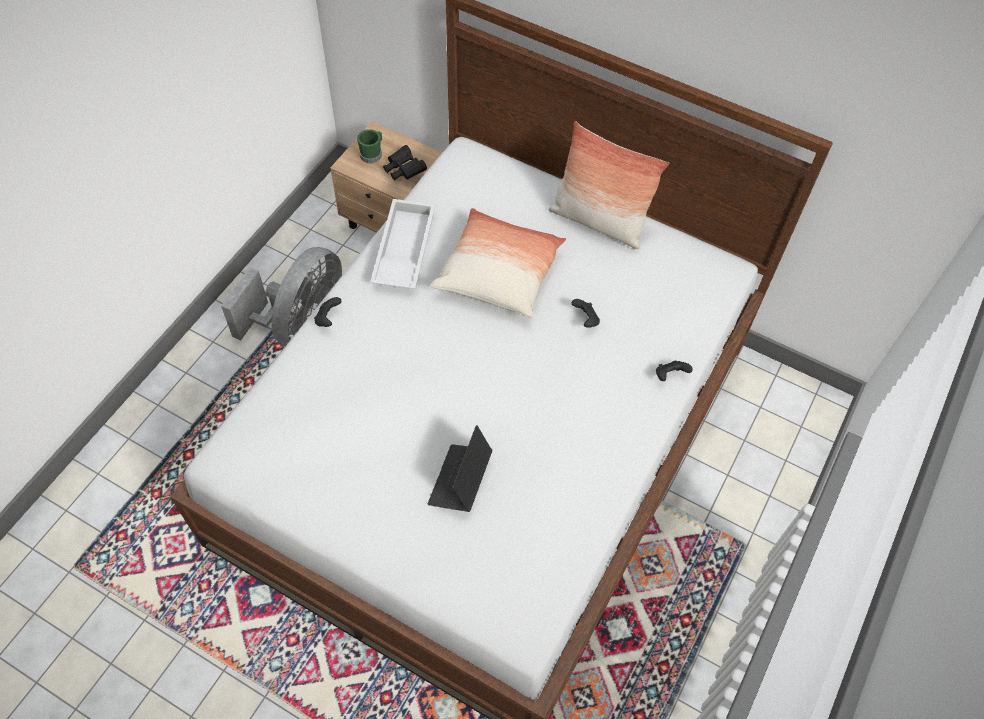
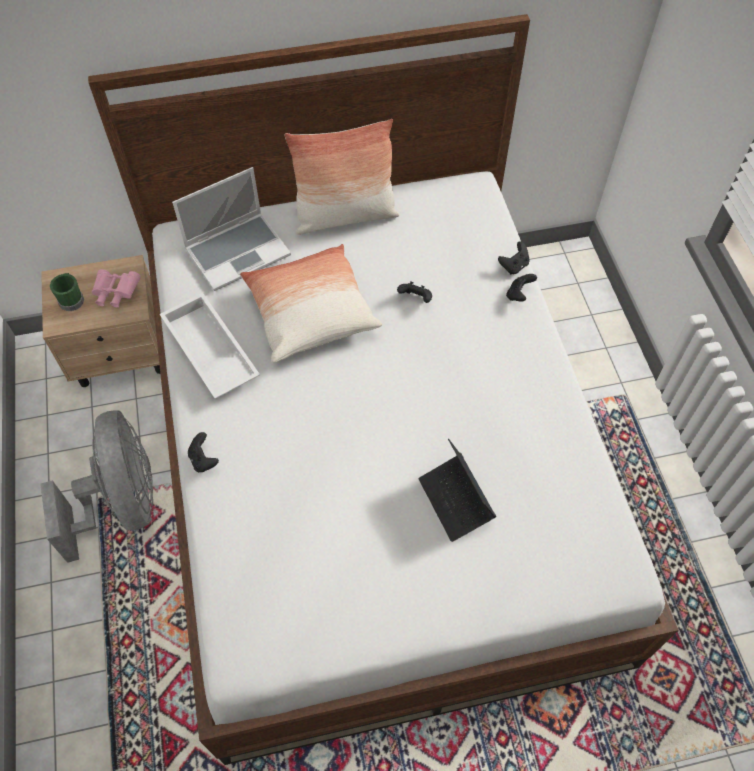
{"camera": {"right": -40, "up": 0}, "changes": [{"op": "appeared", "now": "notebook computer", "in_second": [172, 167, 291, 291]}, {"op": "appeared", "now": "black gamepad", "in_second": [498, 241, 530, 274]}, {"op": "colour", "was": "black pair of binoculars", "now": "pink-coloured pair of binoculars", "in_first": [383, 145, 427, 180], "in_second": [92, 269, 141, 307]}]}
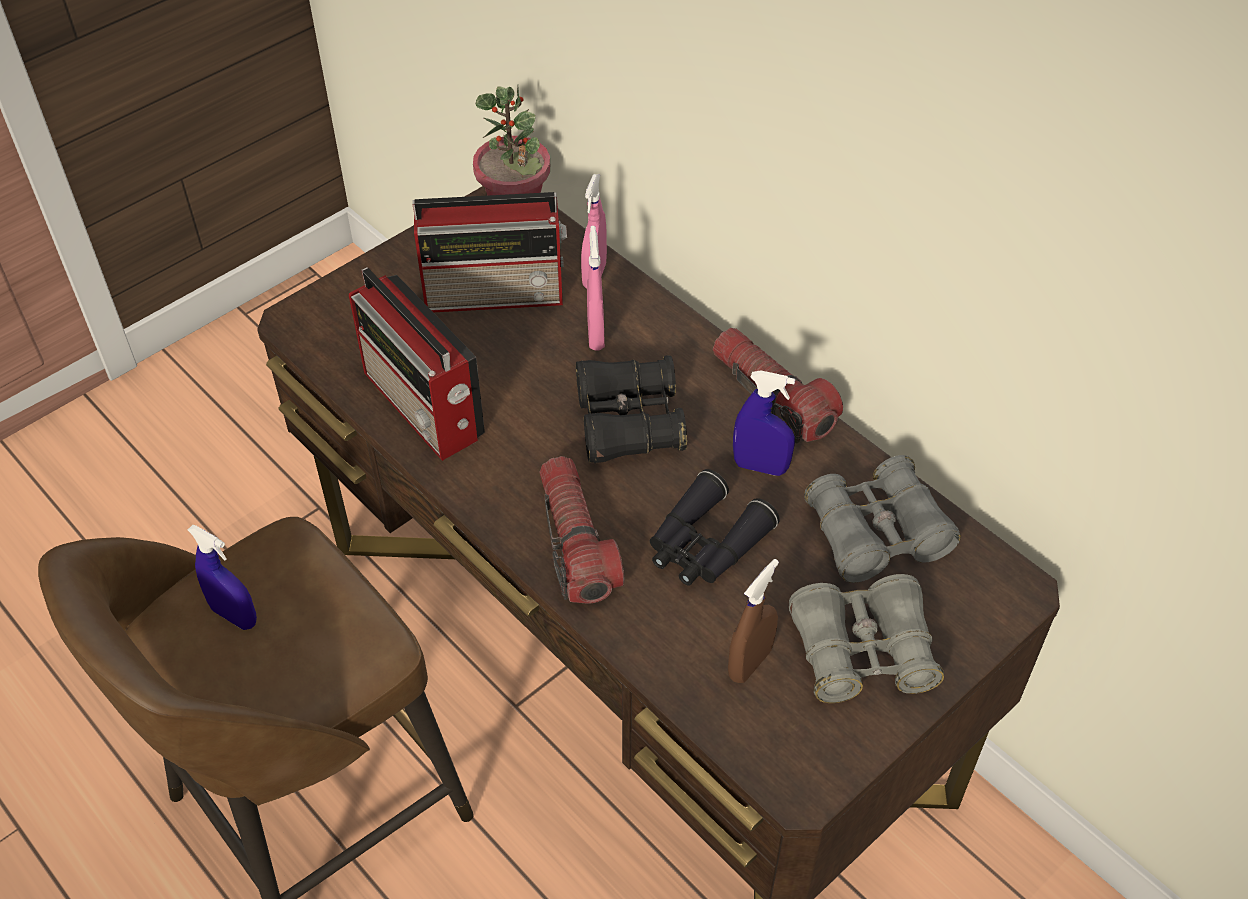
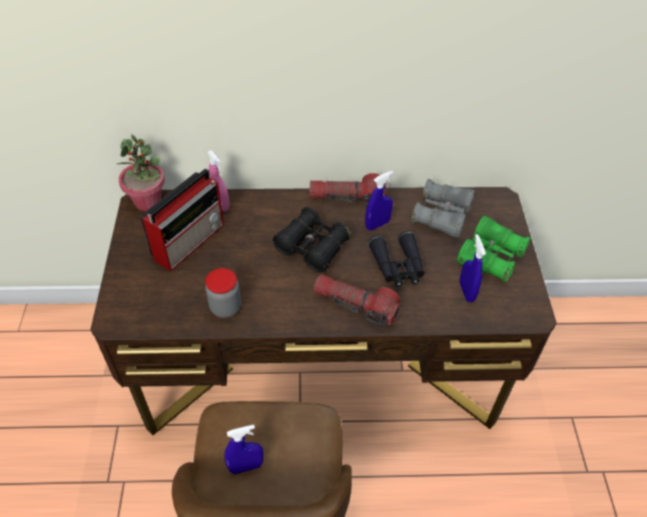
{"camera": {"right": -50, "up": 0}, "changes": [{"op": "missing", "was": "pink-coloured hand sprayer", "in_first": [587, 226, 605, 351]}, {"op": "exchanged", "was": "radio set", "now": "jar", "in_first": [349, 267, 485, 461], "in_second": [205, 268, 241, 318]}, {"op": "colour", "was": "brown-coloured hand sprayer", "now": "bluish hand sprayer", "in_first": [728, 559, 779, 683], "in_second": [459, 234, 486, 302]}, {"op": "colour", "was": "gray pair of binoculars", "now": "green pair of binoculars", "in_first": [789, 574, 944, 703], "in_second": [457, 216, 531, 283]}]}
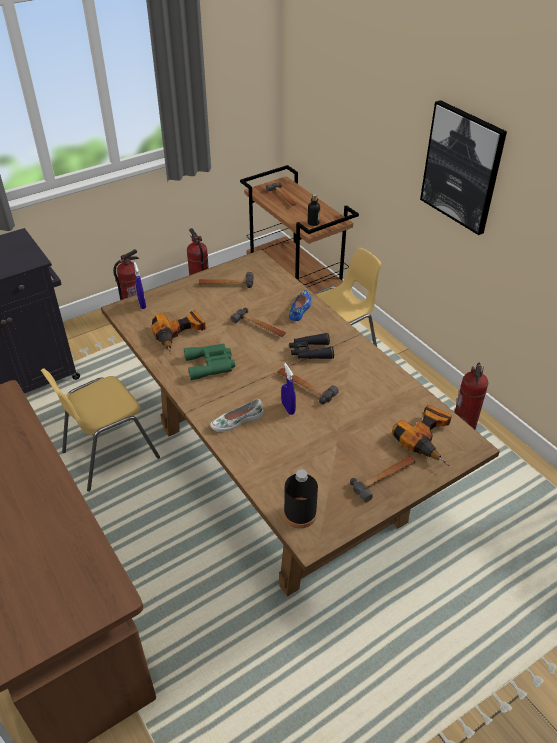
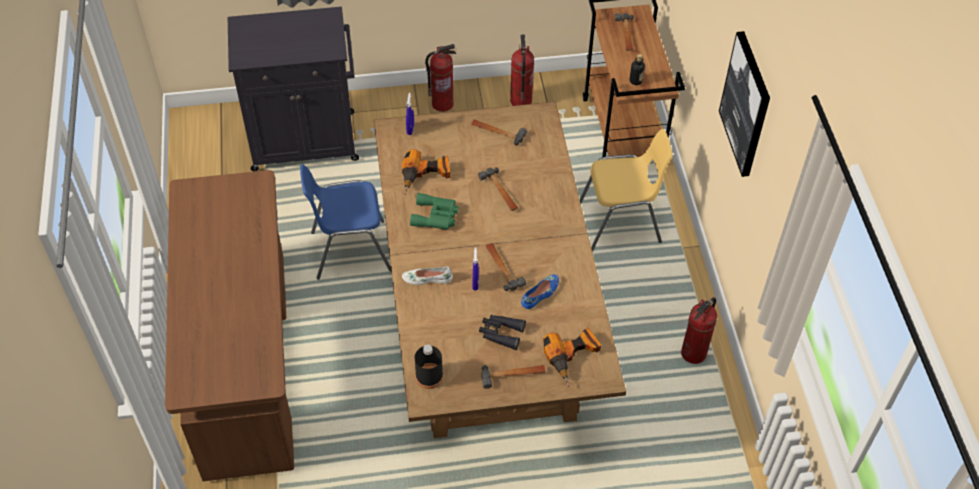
{"camera": {"right": 25, "up": 10}, "changes": [{"op": "relocated", "was": "bluish item of footwear", "in_first": [289, 290, 311, 321], "in_second": [521, 274, 559, 309]}, {"op": "relocated", "was": "black pair of binoculars", "in_first": [289, 333, 334, 359], "in_second": [479, 315, 526, 350]}, {"op": "colour", "was": "yellow-coloured upright chair", "now": "bluish upright chair", "in_first": [41, 368, 160, 492], "in_second": [300, 164, 391, 280]}]}
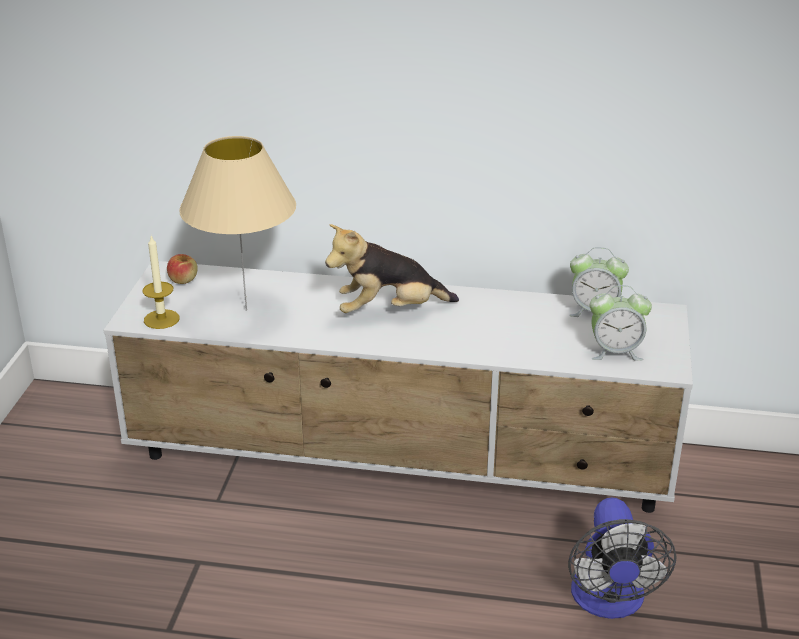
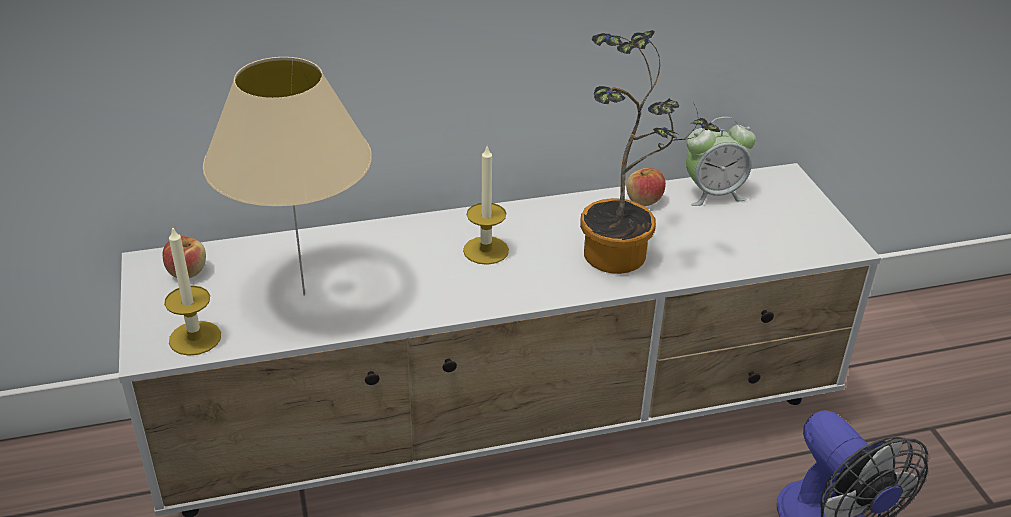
{"camera": {"right": -25, "up": 5}, "changes": [{"op": "missing", "was": "alarm clock", "in_first": [590, 285, 652, 361]}, {"op": "appeared", "now": "plant in a pot", "in_second": [580, 30, 720, 274]}, {"op": "appeared", "now": "apple", "in_second": [626, 168, 666, 206]}, {"op": "exchanged", "was": "plush toy", "now": "wax light", "in_first": [325, 224, 459, 313], "in_second": [463, 144, 509, 265]}]}
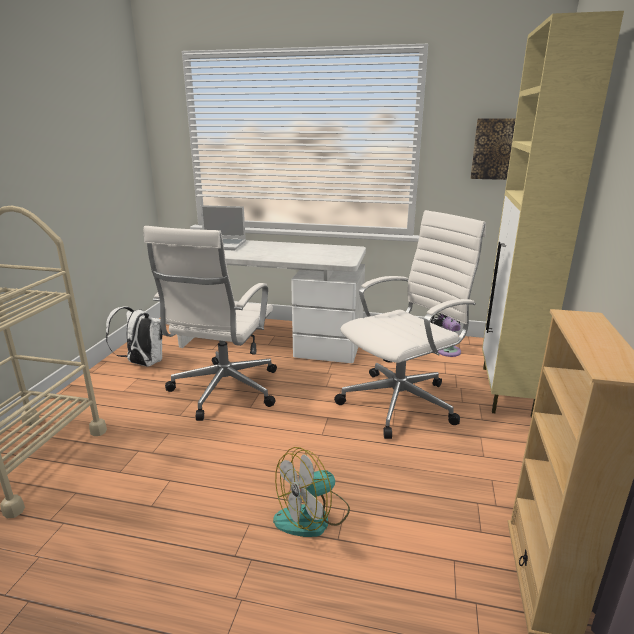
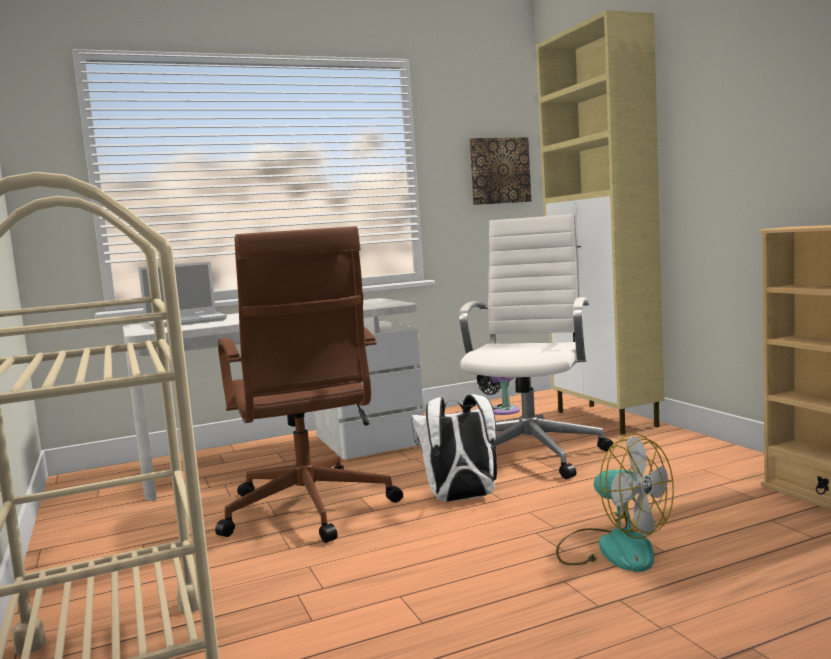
{"camera": {"right": -35, "up": -15}, "changes": [{"op": "relocated", "was": "white-coloured backpack", "in_first": [106, 306, 165, 367], "in_second": [411, 394, 497, 502]}, {"op": "colour", "was": "white-coloured computer chair", "now": "brown-coloured computer chair", "in_first": [143, 226, 277, 421], "in_second": [215, 226, 403, 543]}, {"op": "spun", "was": "electric fan", "in_first": [273, 447, 350, 537], "in_second": [556, 433, 674, 572], "clockwise": -60}]}
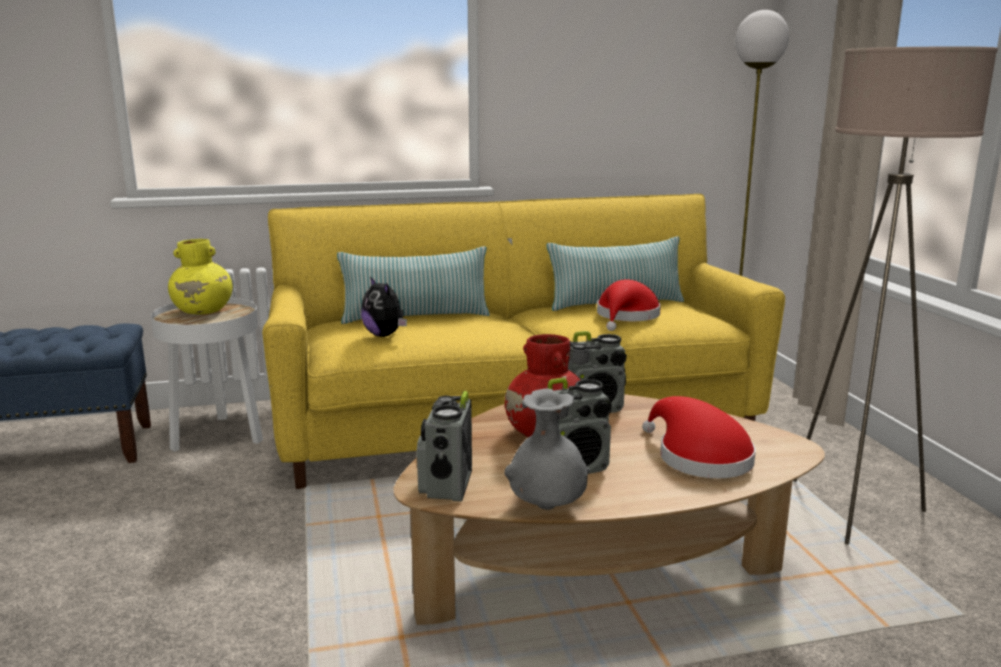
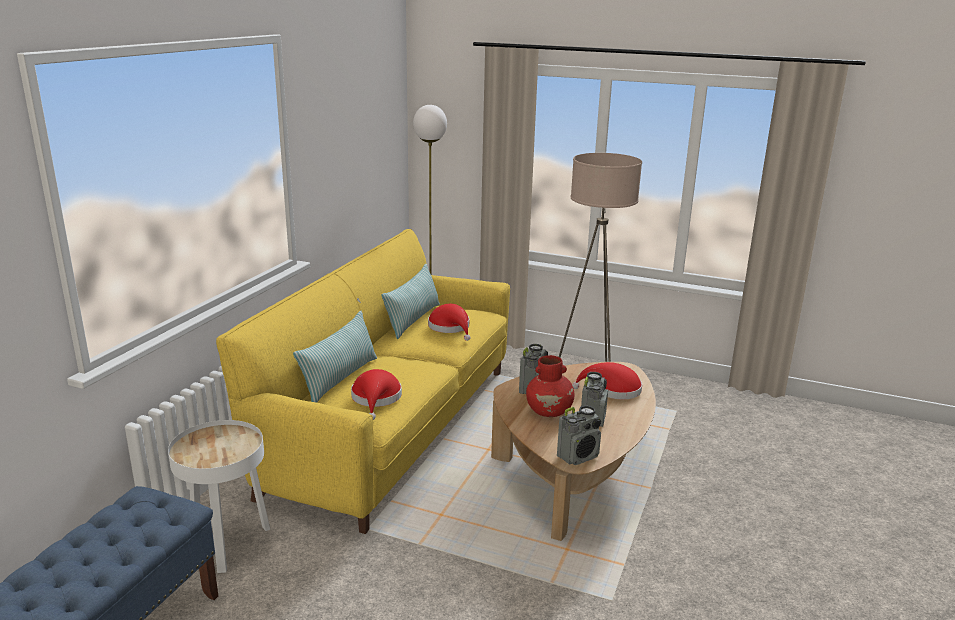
{"camera": {"right": -55, "up": 5}, "changes": [{"op": "missing", "was": "yellow-coloured vase", "in_first": [168, 239, 233, 314]}, {"op": "missing", "was": "gray vase", "in_first": [504, 388, 590, 510]}, {"op": "exchanged", "was": "plush toy", "now": "red-coloured wearable hat", "in_first": [361, 276, 407, 337], "in_second": [351, 369, 402, 420]}, {"op": "spun", "was": "radio set", "in_first": [417, 391, 472, 501], "in_second": [557, 406, 601, 465], "clockwise": -75}]}
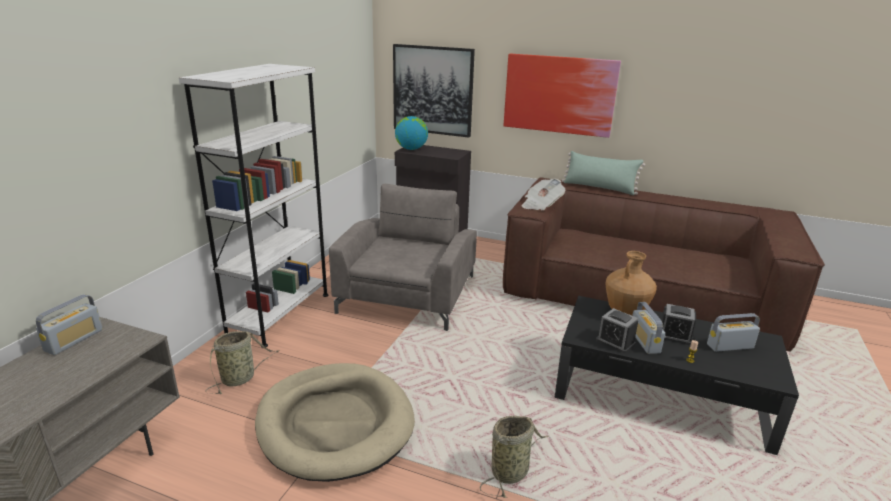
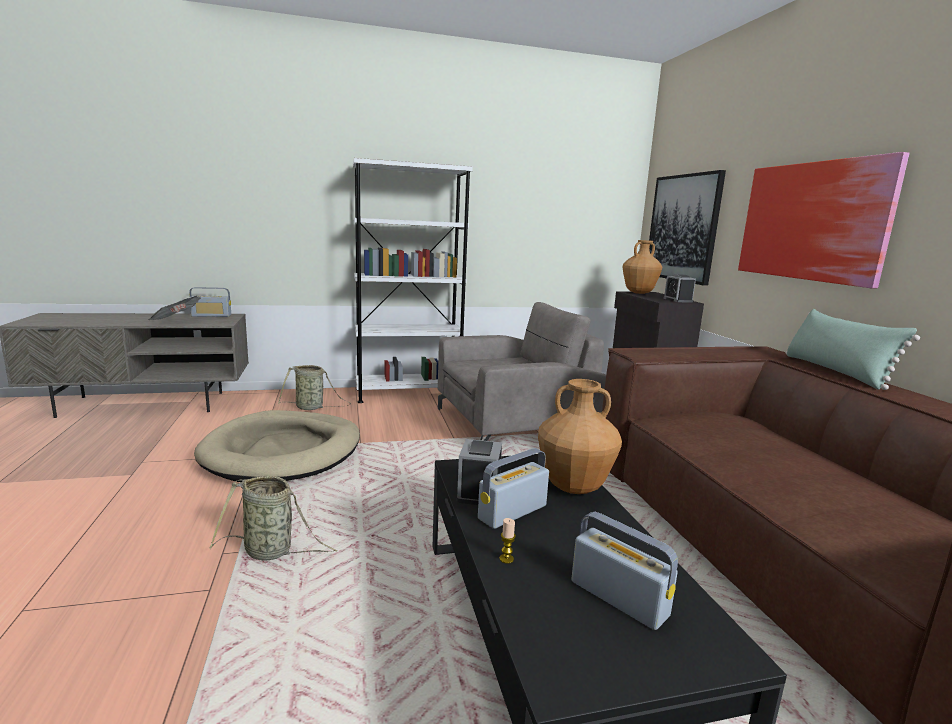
{"camera": {"right": 55, "up": -10}, "changes": [{"op": "relocated", "was": "daily paper", "in_first": [521, 179, 565, 210], "in_second": [148, 296, 201, 320]}, {"op": "relocated", "was": "alarm clock", "in_first": [662, 304, 696, 345], "in_second": [663, 274, 696, 302]}, {"op": "exchanged", "was": "world globe", "now": "brown-coloured vase", "in_first": [395, 116, 428, 150], "in_second": [623, 240, 662, 294]}]}
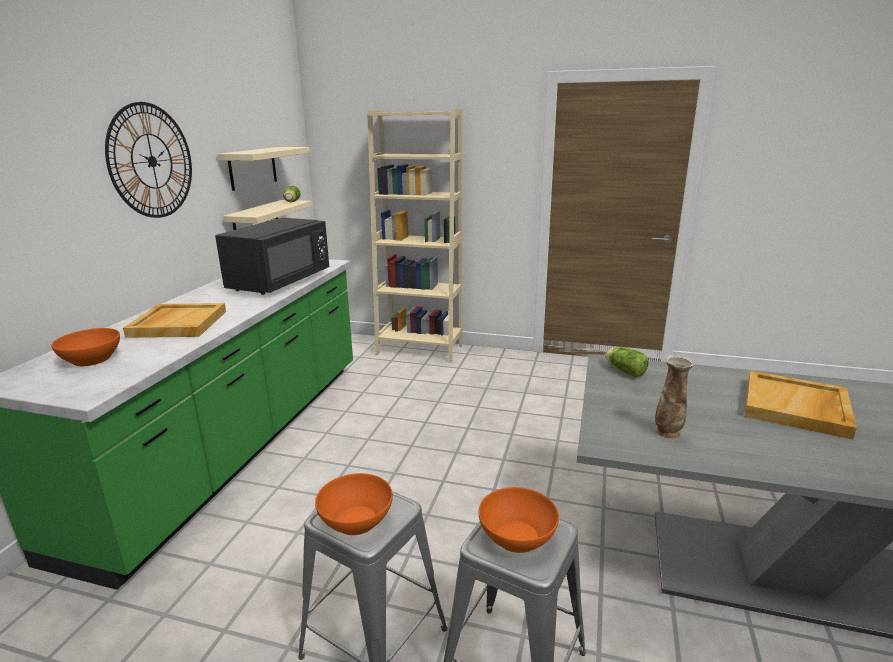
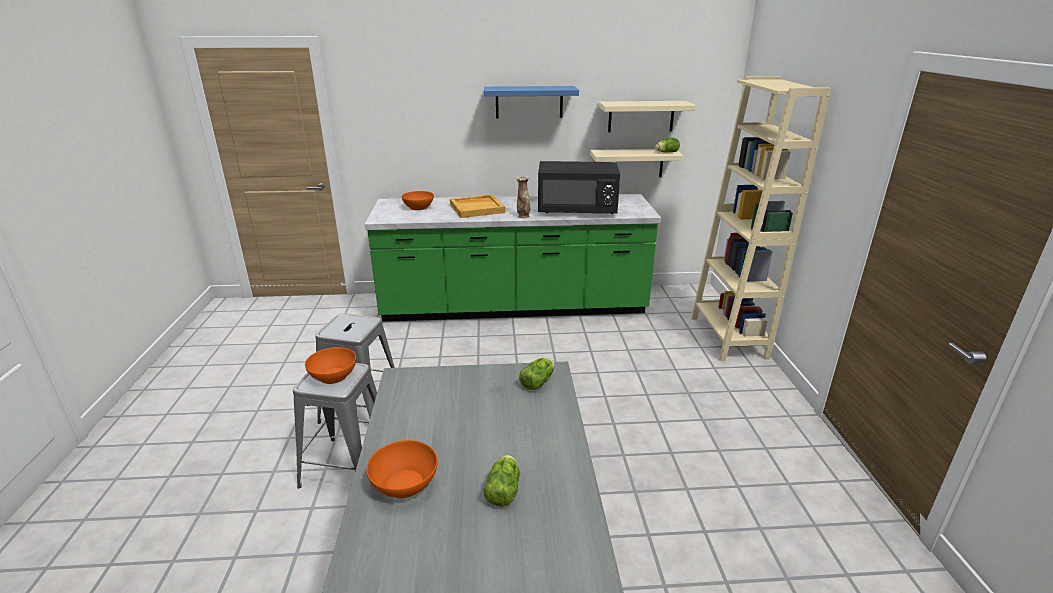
{"camera": {"right": 70, "up": 5}, "changes": [{"op": "relocated", "was": "orange bowl", "in_first": [315, 473, 393, 535], "in_second": [366, 440, 438, 498]}, {"op": "relocated", "was": "vase", "in_first": [655, 355, 694, 439], "in_second": [516, 176, 530, 218]}, {"op": "exchanged", "was": "wall clock", "now": "bluish wall shelf", "in_first": [105, 102, 192, 218], "in_second": [484, 86, 579, 118]}, {"op": "exchanged", "was": "beige carrying tray", "now": "head of lettuce", "in_first": [745, 371, 857, 440], "in_second": [483, 455, 519, 507]}]}
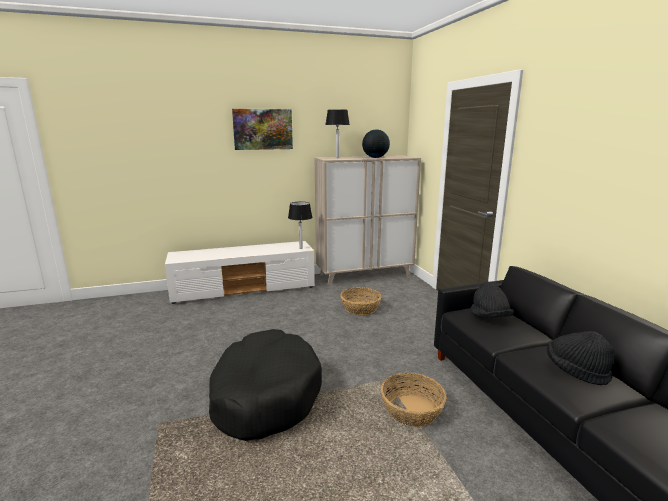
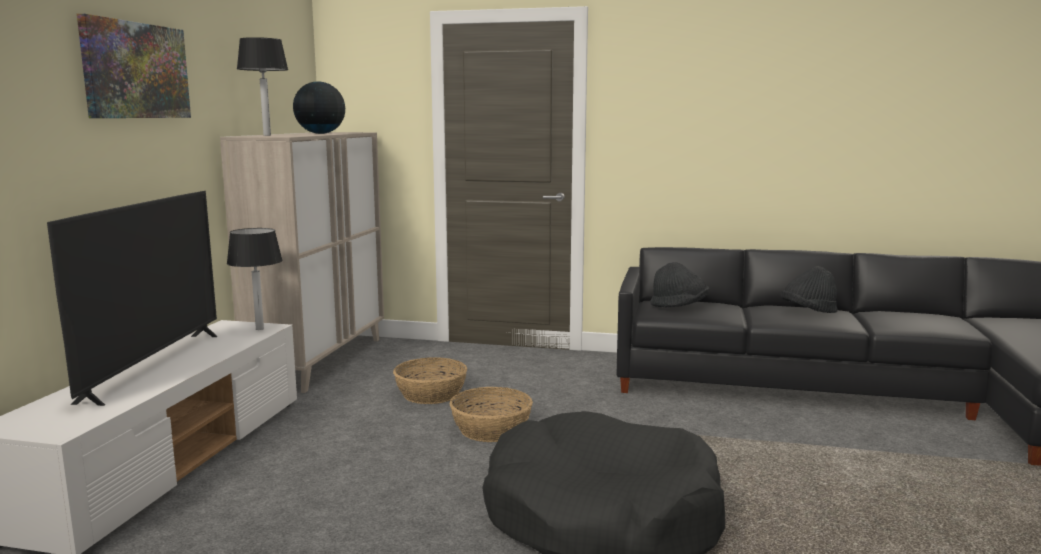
{"camera": {"right": -60, "up": -5}, "changes": [{"op": "appeared", "now": "TV set", "in_second": [47, 191, 218, 406]}, {"op": "relocated", "was": "storage basket", "in_first": [381, 373, 447, 427], "in_second": [450, 387, 533, 442]}]}
